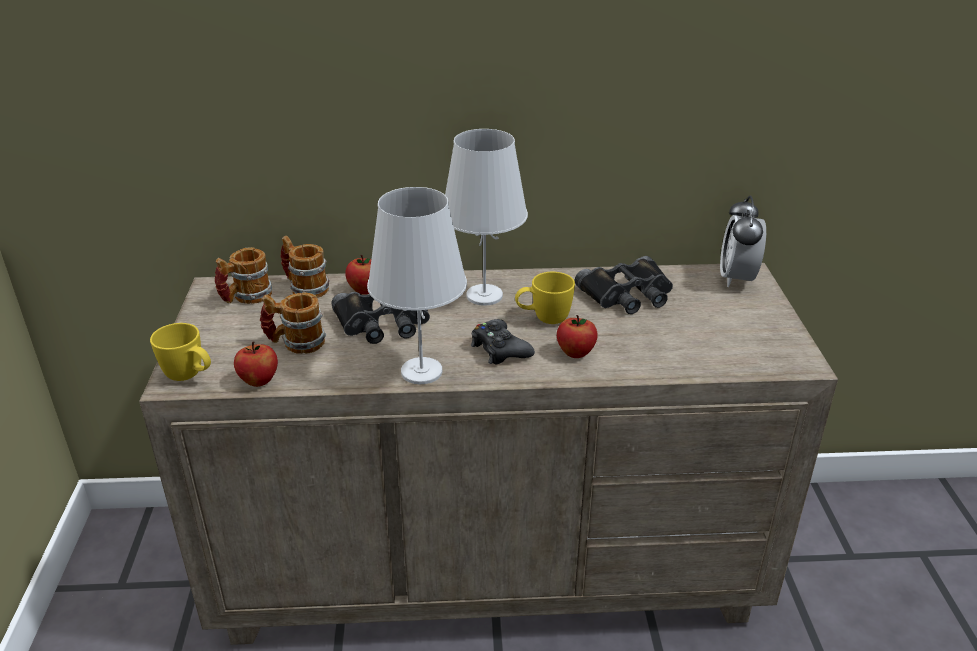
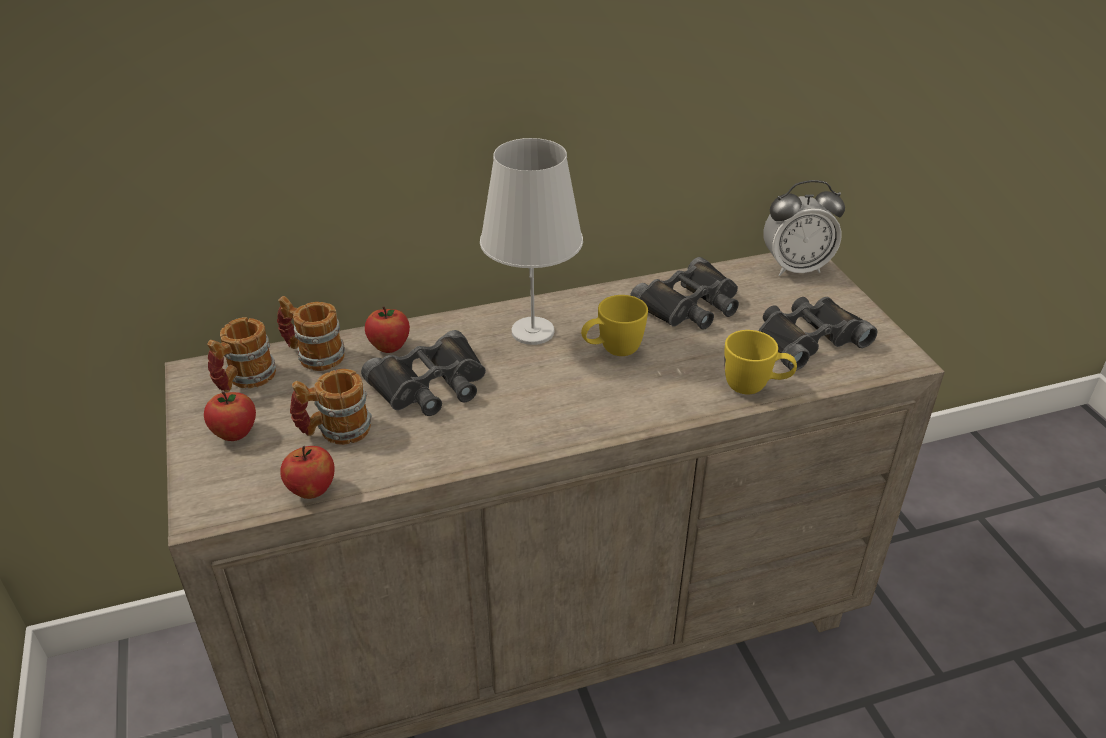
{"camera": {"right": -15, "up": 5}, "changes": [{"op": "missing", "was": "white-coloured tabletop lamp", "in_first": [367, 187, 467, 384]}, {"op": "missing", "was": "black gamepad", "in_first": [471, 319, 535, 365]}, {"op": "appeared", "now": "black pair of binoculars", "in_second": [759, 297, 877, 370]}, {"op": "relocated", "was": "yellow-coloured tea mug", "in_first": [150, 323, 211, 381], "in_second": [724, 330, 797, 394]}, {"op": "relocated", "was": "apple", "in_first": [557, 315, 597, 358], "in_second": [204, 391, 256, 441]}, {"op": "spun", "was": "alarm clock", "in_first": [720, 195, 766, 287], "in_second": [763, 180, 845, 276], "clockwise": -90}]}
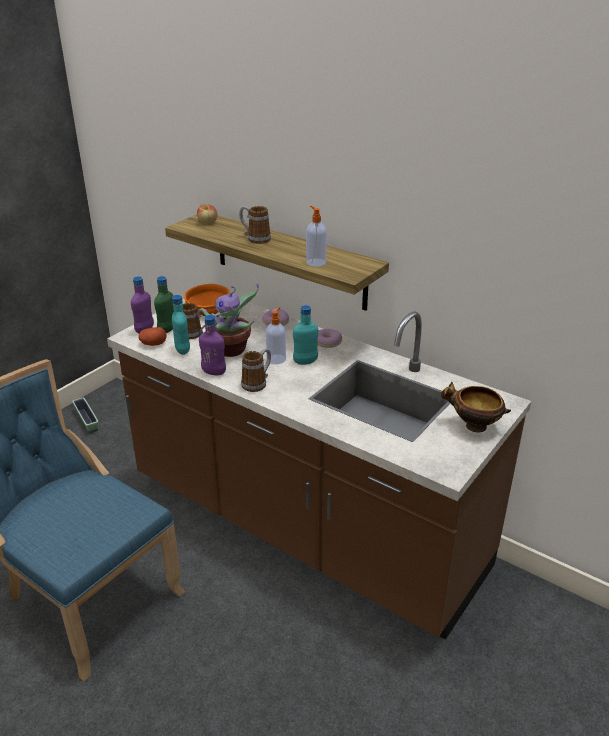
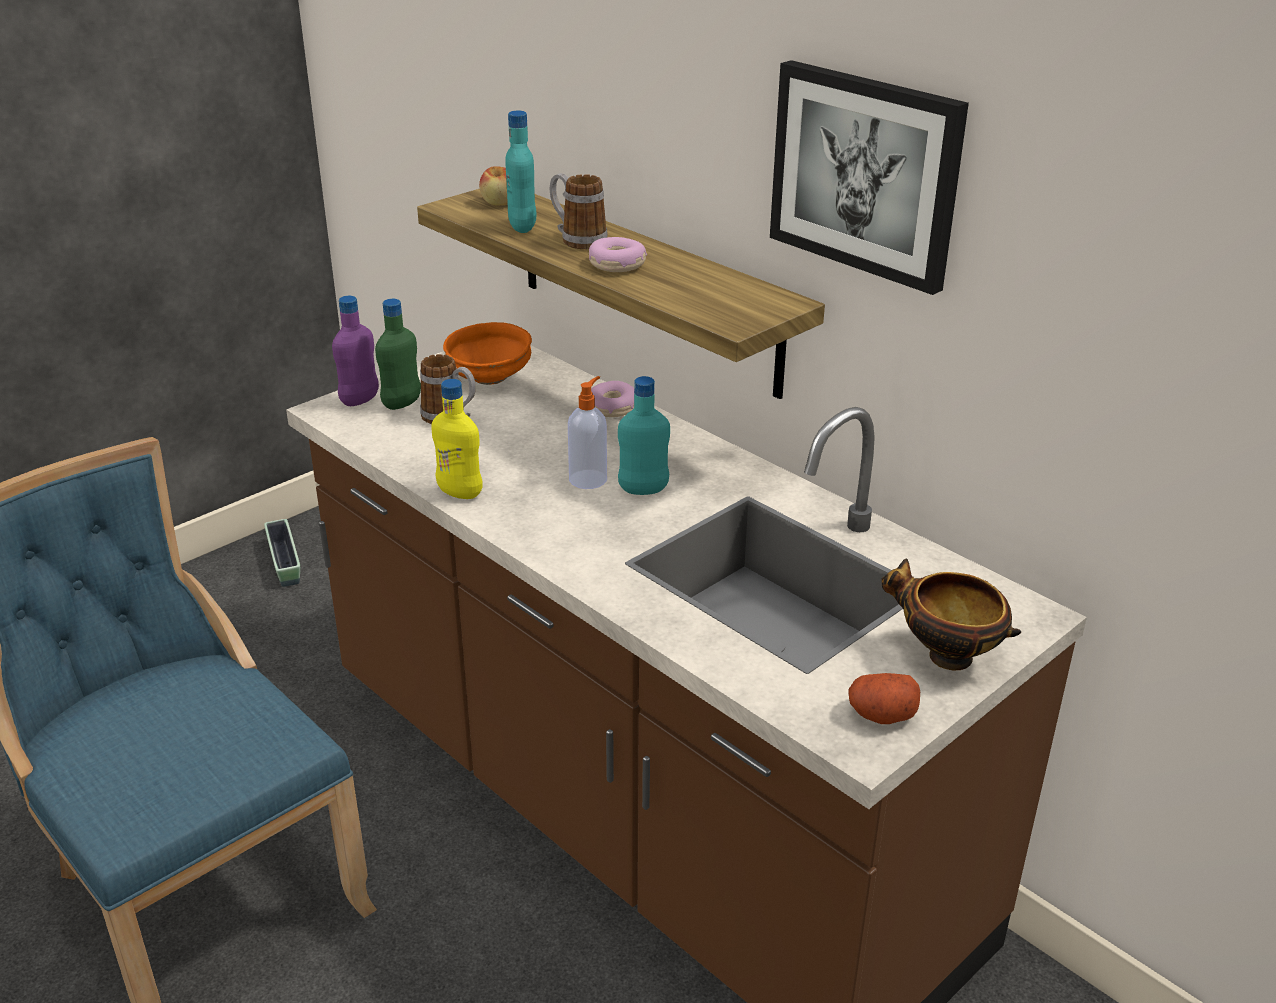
{"camera": {"right": 10, "up": 0}, "changes": [{"op": "missing", "was": "plant in a pot", "in_first": [202, 283, 259, 357]}, {"op": "missing", "was": "tea mug", "in_first": [241, 349, 271, 392]}, {"op": "missing", "was": "soap dispenser", "in_first": [306, 206, 327, 267]}, {"op": "appeared", "now": "picture", "in_second": [770, 60, 969, 295]}, {"op": "relocated", "was": "potato", "in_first": [138, 327, 166, 346], "in_second": [849, 673, 920, 724]}, {"op": "relocated", "was": "turquoise drink bottle", "in_first": [172, 295, 190, 355], "in_second": [505, 111, 536, 233]}, {"op": "relocated", "was": "ring doughnut", "in_first": [317, 329, 342, 348], "in_second": [589, 237, 647, 272]}, {"op": "colour", "was": "purple-coloured drink bottle", "now": "yellow-coloured drink bottle", "in_first": [199, 315, 226, 375], "in_second": [431, 379, 483, 499]}]}
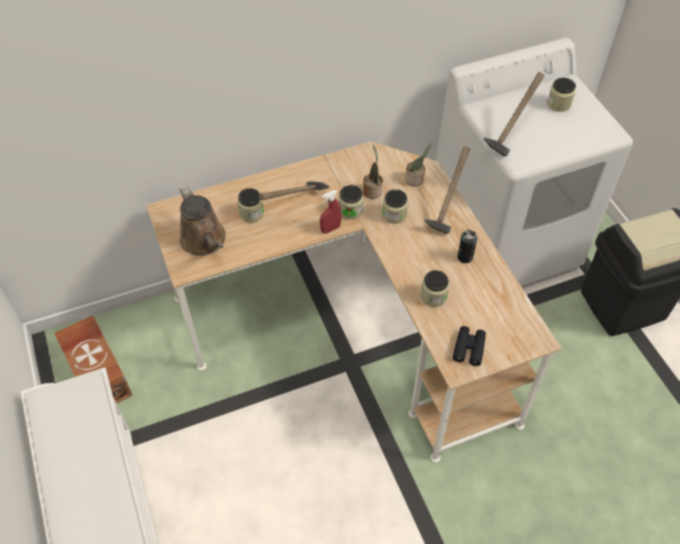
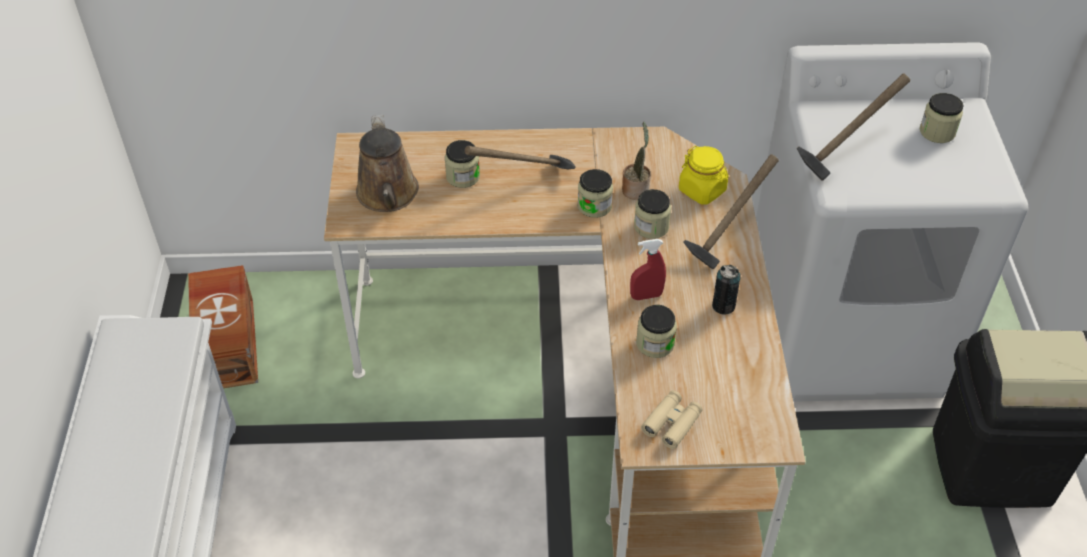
{"camera": {"right": 20, "up": -5}, "changes": [{"op": "relocated", "was": "red-coloured hand sprayer", "in_first": [320, 190, 342, 234], "in_second": [630, 239, 666, 300]}, {"op": "exchanged", "was": "plant in a pot", "now": "yellow-coloured jar", "in_first": [405, 144, 431, 187], "in_second": [679, 146, 729, 205]}, {"op": "colour", "was": "black pair of binoculars", "now": "beige pair of binoculars", "in_first": [453, 326, 486, 366], "in_second": [641, 390, 702, 449]}]}
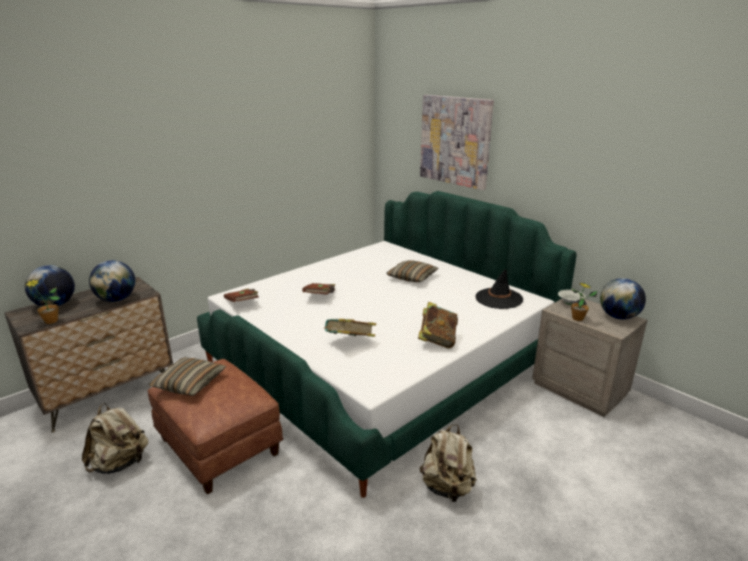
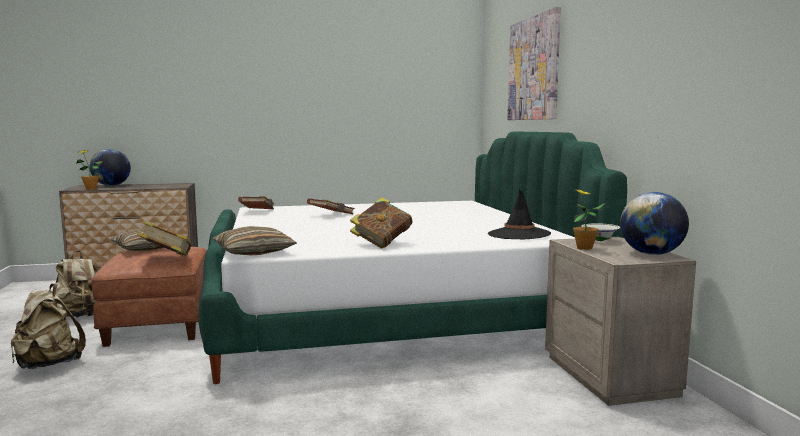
{"camera": {"right": 30, "up": -15}, "changes": [{"op": "missing", "was": "world globe", "in_first": [89, 260, 136, 302]}, {"op": "relocated", "was": "bound book", "in_first": [324, 319, 376, 337], "in_second": [137, 221, 192, 256]}, {"op": "relocated", "was": "throw pillow", "in_first": [386, 260, 438, 282], "in_second": [212, 226, 297, 255]}, {"op": "relocated", "was": "beige backpack", "in_first": [420, 424, 477, 503], "in_second": [11, 283, 86, 369]}]}
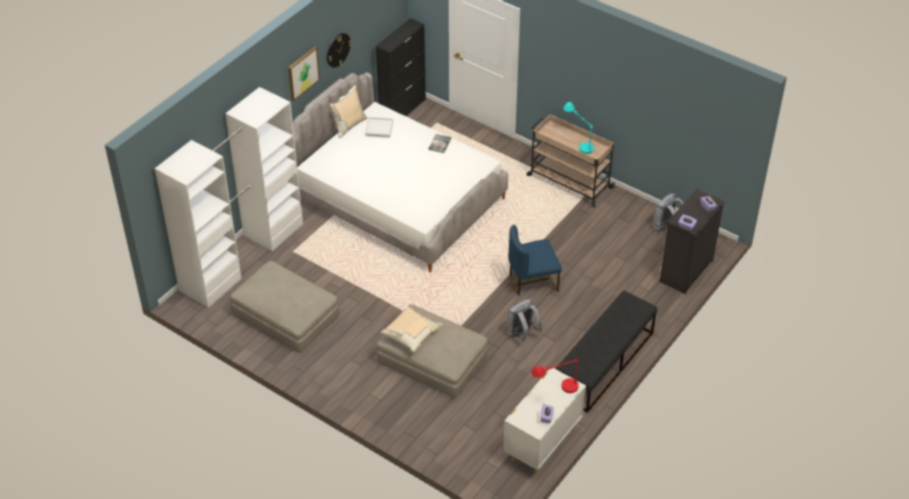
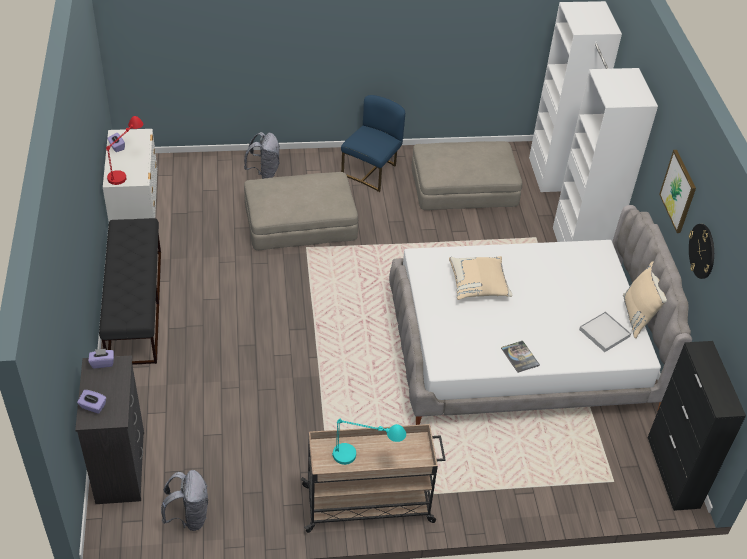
{"camera": {"right": 135, "up": 0}, "changes": [{"op": "relocated", "was": "beige throw pillow", "in_first": [381, 306, 443, 353], "in_second": [449, 256, 513, 300]}, {"op": "relocated", "was": "bluish upright chair", "in_first": [508, 225, 562, 296], "in_second": [341, 95, 405, 192]}, {"op": "relocated", "was": "gray backpack", "in_first": [508, 299, 543, 342], "in_second": [244, 132, 280, 179]}]}
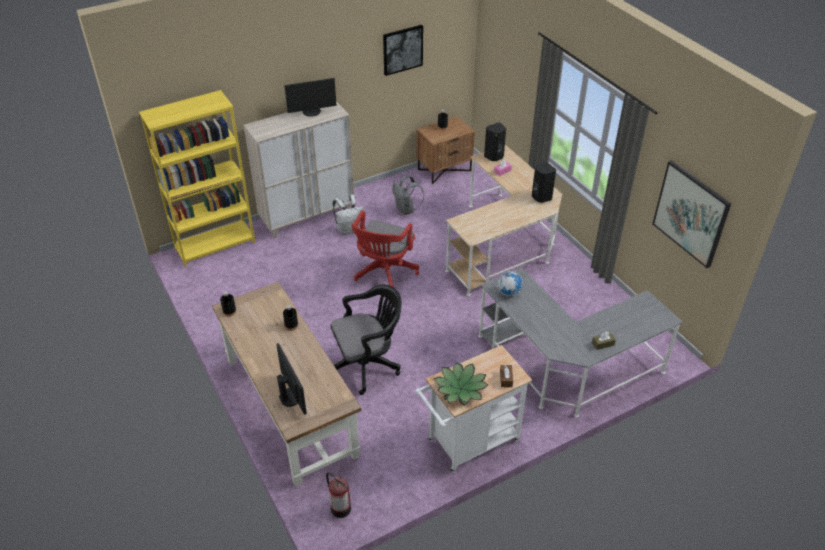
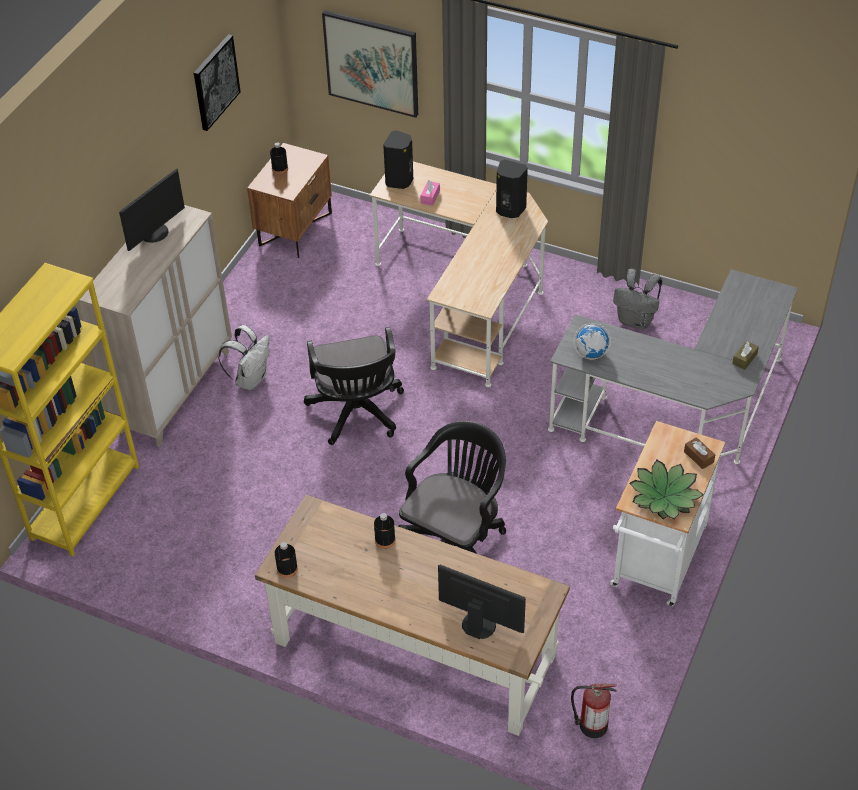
{"camera": {"right": -35, "up": 5}, "changes": [{"op": "relocated", "was": "gray backpack", "in_first": [393, 175, 424, 215], "in_second": [613, 269, 662, 329]}, {"op": "relocated", "was": "picture", "in_first": [652, 160, 731, 268], "in_second": [322, 10, 418, 118]}, {"op": "colour", "was": "red-coloured computer chair", "now": "black computer chair", "in_first": [351, 211, 419, 288], "in_second": [304, 327, 404, 445]}]}
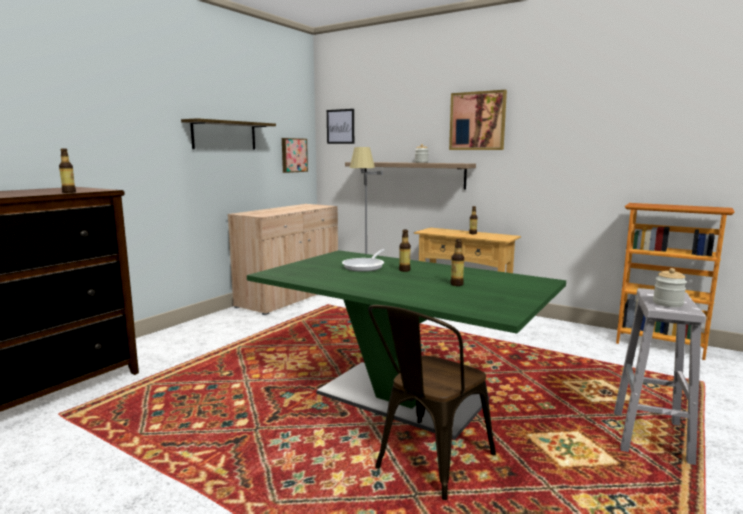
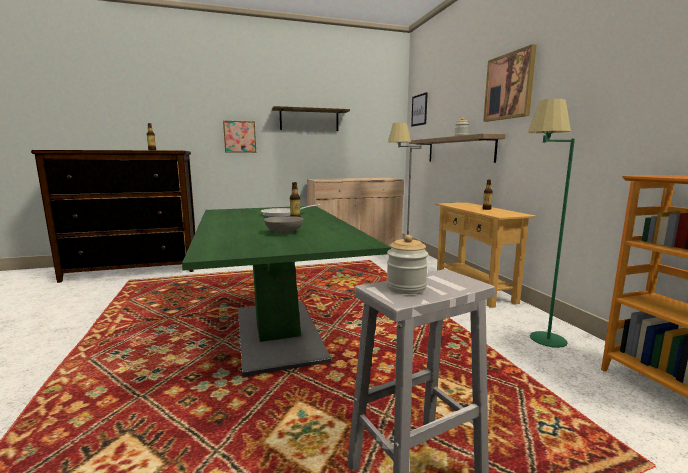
{"camera": {"right": 40, "up": 0}, "changes": [{"op": "missing", "was": "brown-coloured upright chair", "in_first": [368, 305, 496, 500]}, {"op": "appeared", "now": "green floor lamp", "in_second": [528, 99, 575, 348]}, {"op": "relocated", "was": "picture", "in_first": [282, 138, 308, 173], "in_second": [223, 121, 256, 153]}, {"op": "exchanged", "was": "drink bottle", "now": "gray bowl", "in_first": [450, 239, 464, 286], "in_second": [264, 216, 303, 233]}]}
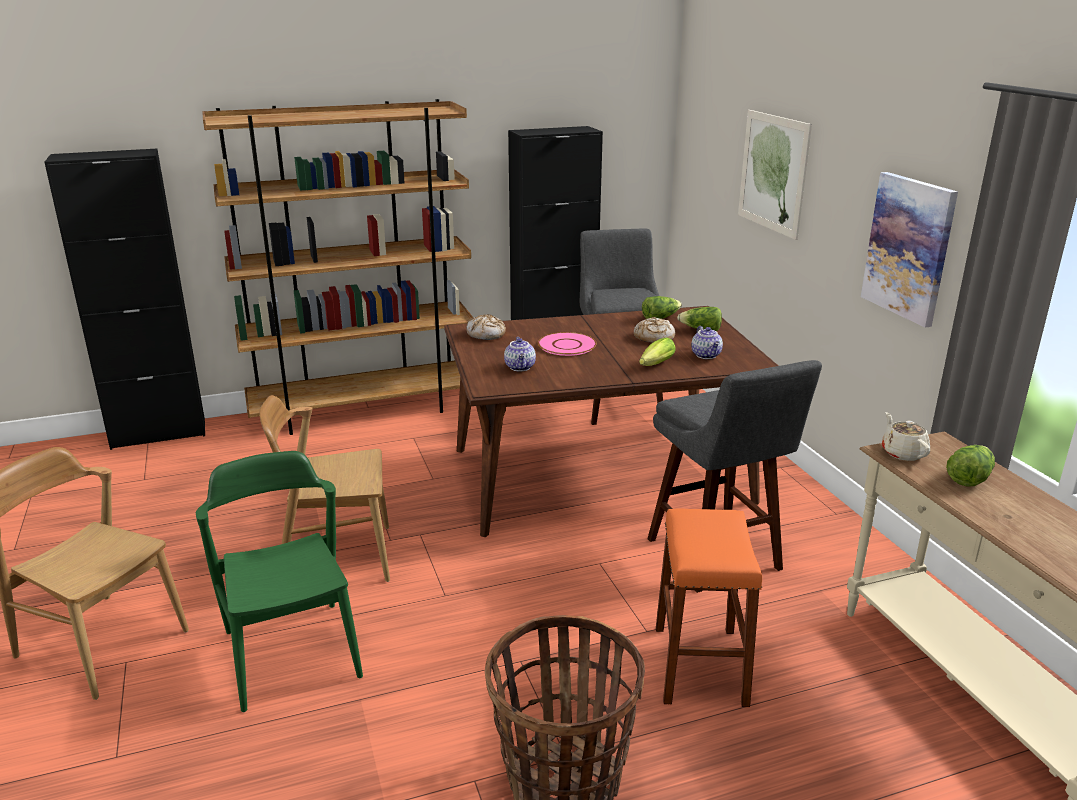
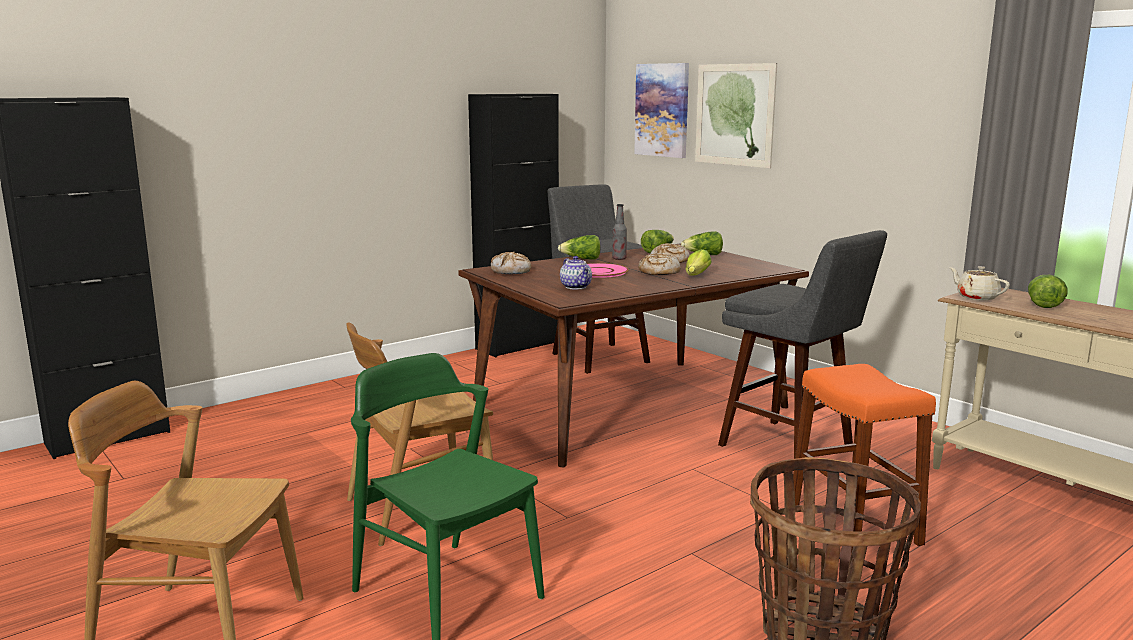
{"camera": {"right": -20, "up": -10}, "changes": [{"op": "missing", "was": "brown-coloured shelving unit", "in_first": [202, 99, 473, 435]}, {"op": "missing", "was": "teapot", "in_first": [692, 326, 723, 359]}, {"op": "appeared", "now": "head of lettuce", "in_second": [558, 235, 601, 259]}, {"op": "appeared", "now": "drink bottle", "in_second": [612, 204, 627, 260]}, {"op": "appeared", "now": "bakery bread", "in_second": [638, 253, 681, 275]}, {"op": "relocated", "was": "picture", "in_first": [861, 172, 958, 327], "in_second": [634, 63, 689, 158]}]}
